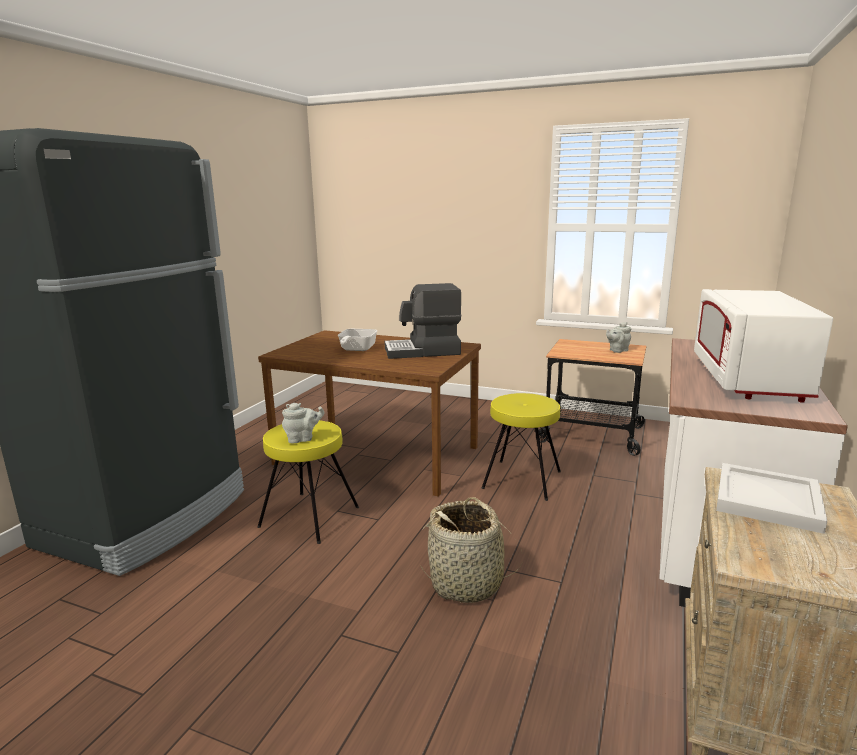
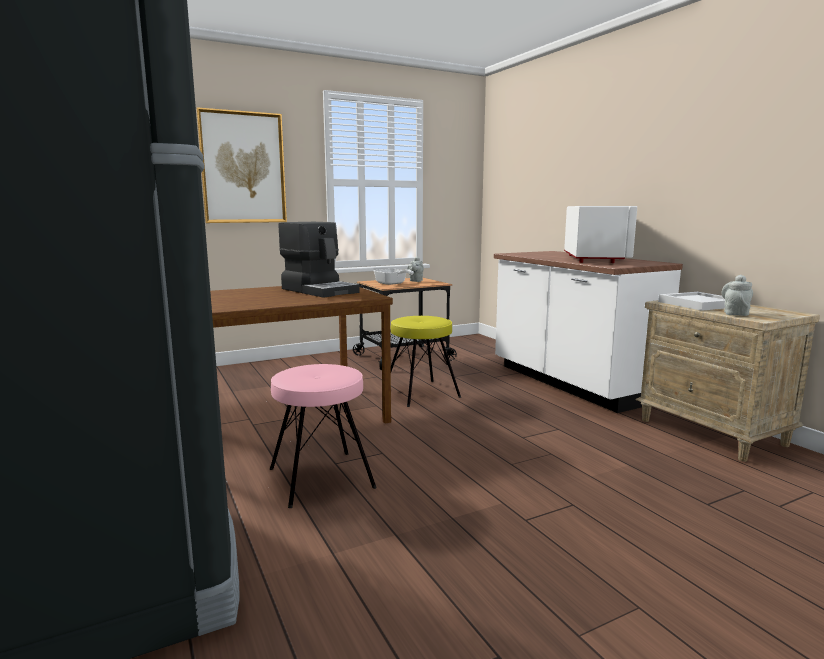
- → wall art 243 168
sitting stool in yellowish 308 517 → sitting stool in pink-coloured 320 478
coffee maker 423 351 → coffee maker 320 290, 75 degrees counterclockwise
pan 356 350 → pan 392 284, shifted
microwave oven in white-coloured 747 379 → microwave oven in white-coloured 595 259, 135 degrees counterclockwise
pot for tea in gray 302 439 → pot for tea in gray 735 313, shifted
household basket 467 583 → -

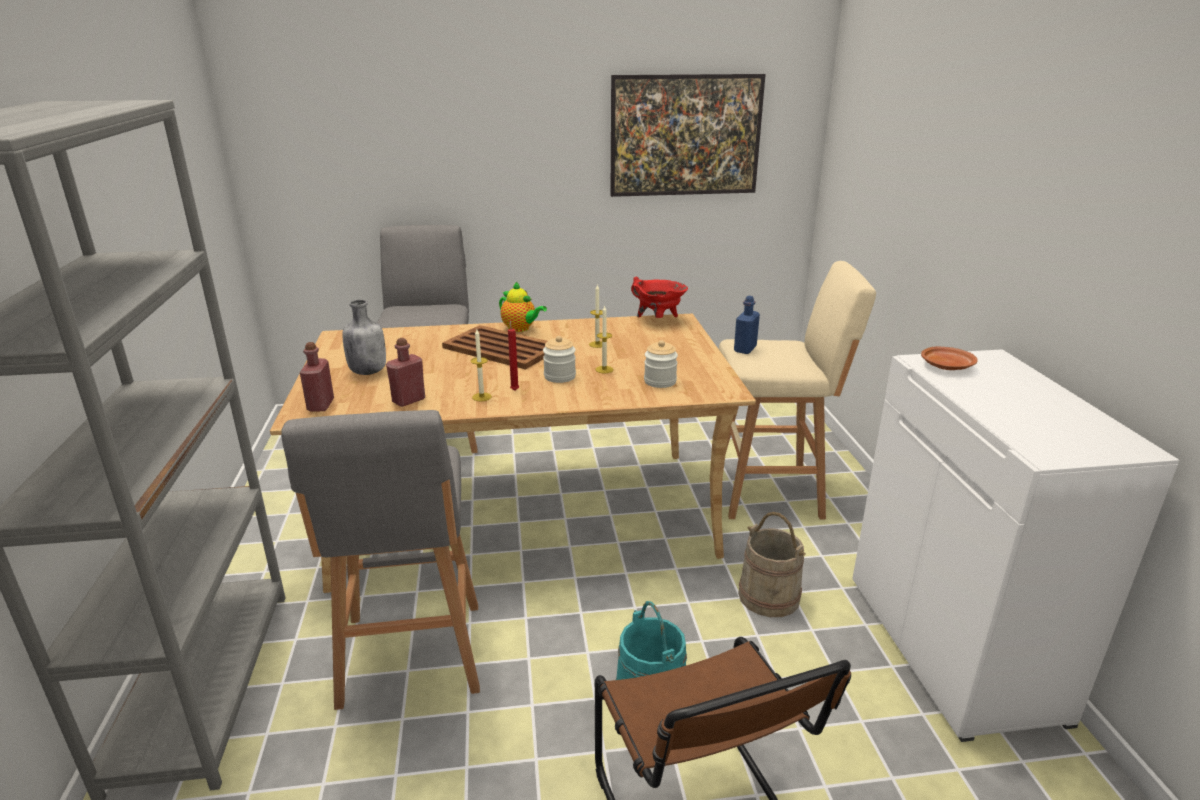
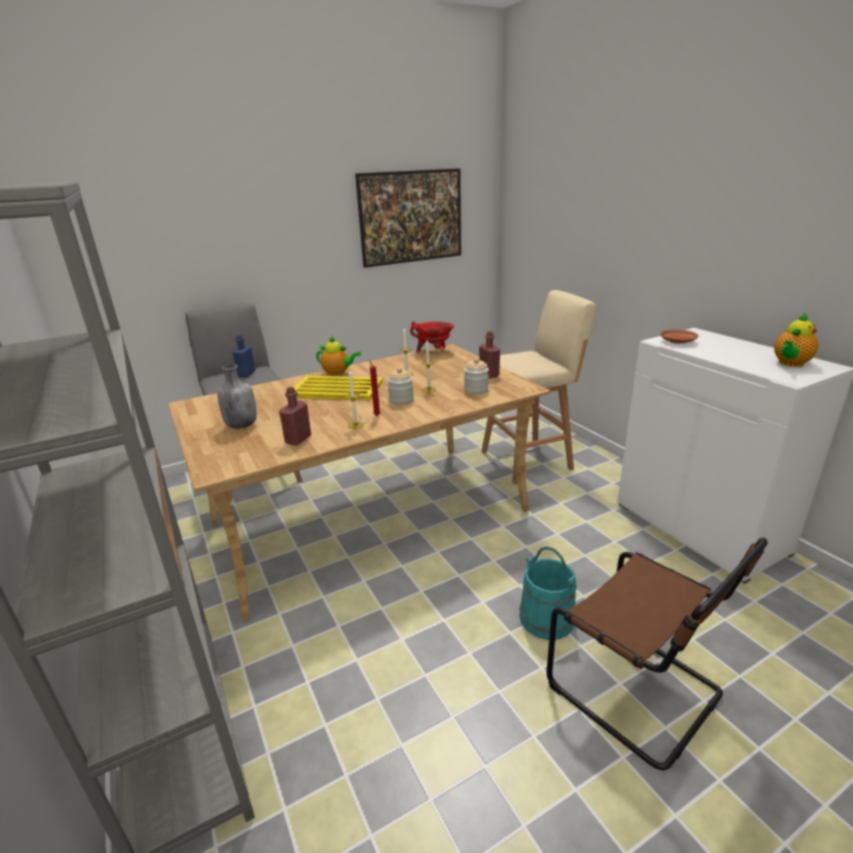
bottle in blue 745 349 → bottle in blue 246 374, shifted
tray in brown-coloured 500 348 → tray in yellowish 336 389
bottle in reddish 321 405 → bottle in reddish 489 374, shifted
- → pot for tea 790 364
sitting stool in gray 411 658 → -
water bucket in beige 769 596 → -

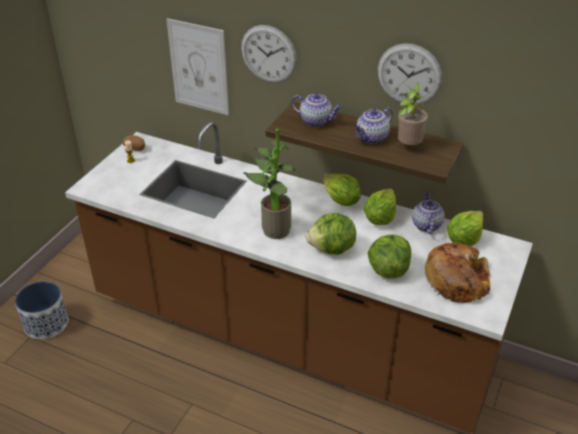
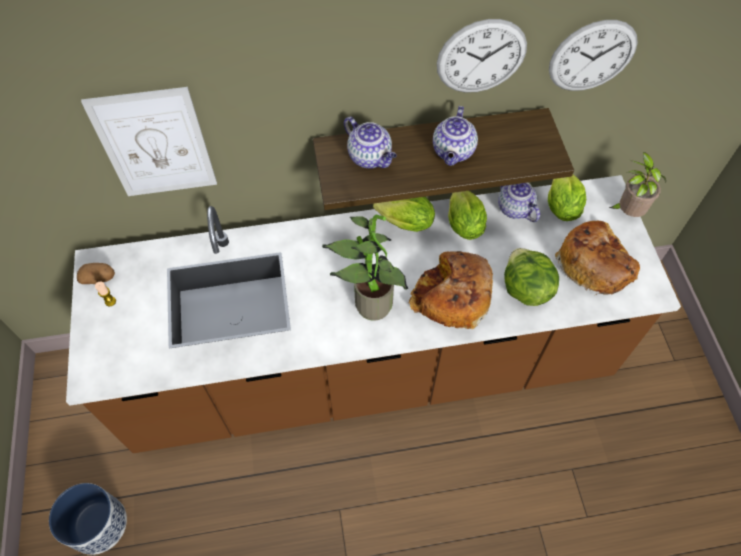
pot for tea 316 121 → pot for tea 370 157, 60 degrees clockwise
lettuce head 332 249 → bakery bread 451 296
hanging clock 268 54 → hanging clock 592 56, shifted
plant in a pot 407 146 → plant in a pot 627 212, shifted

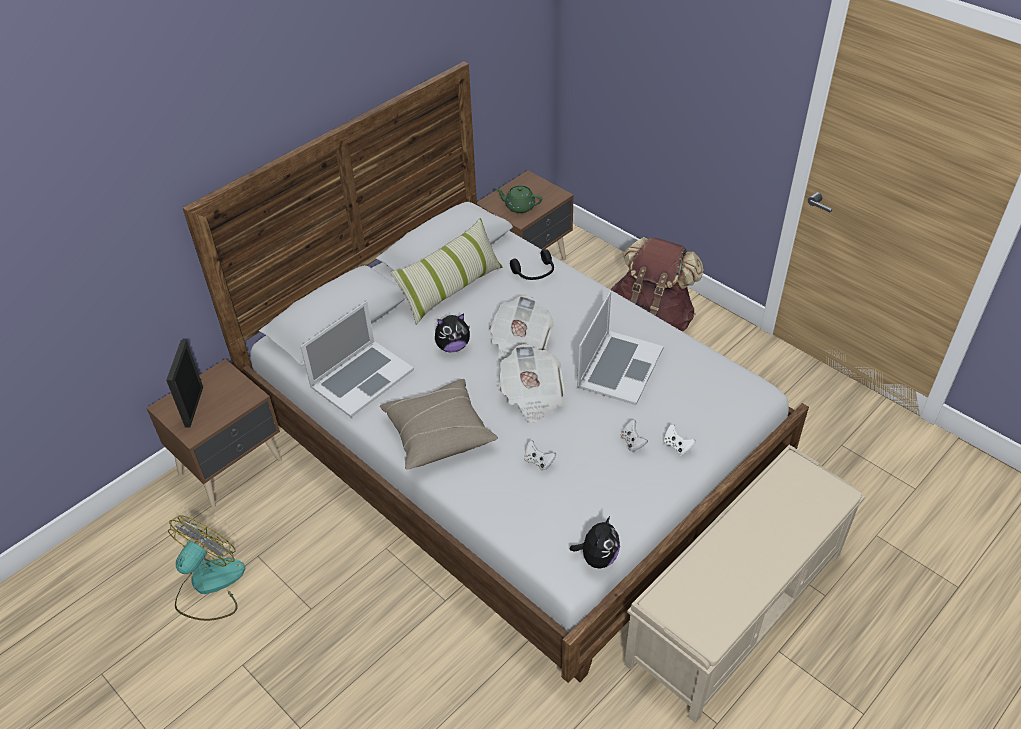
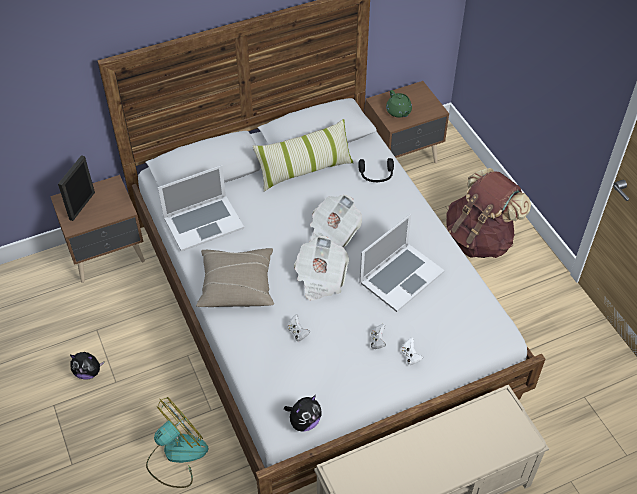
cuddly toy 453 346 → cuddly toy 88 372, shifted
fan 209 585 → fan 176 455, shifted
pot for tea in green 519 207 → pot for tea in green 399 112, 150 degrees counterclockwise

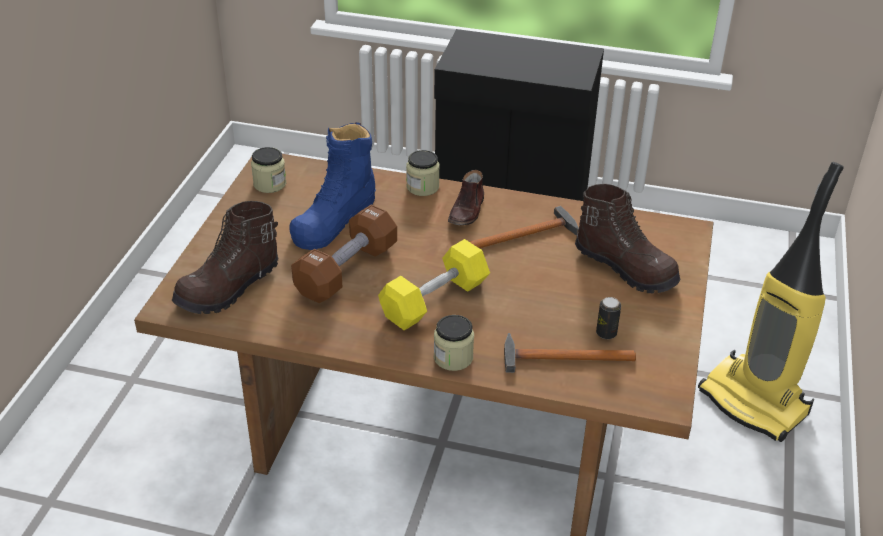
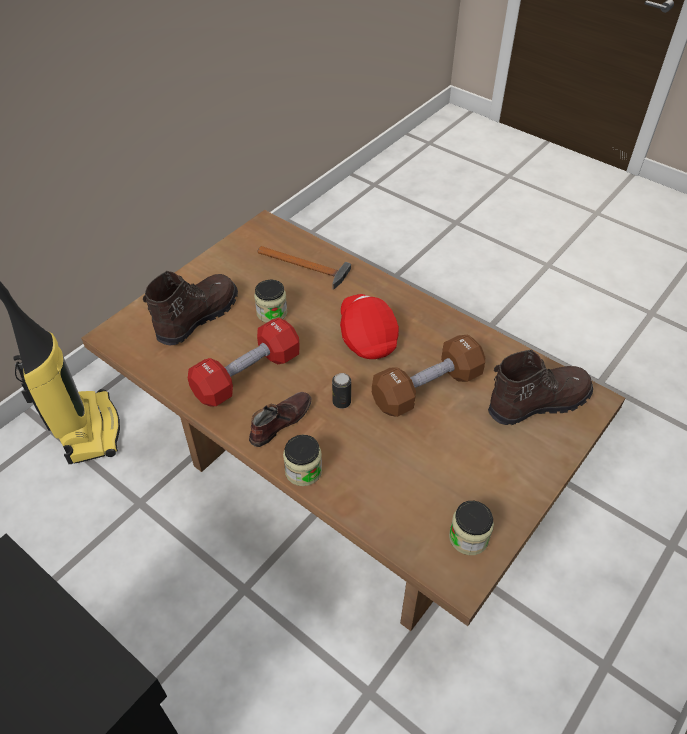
boot in brown-coloured 626 267 → boot in brown-coloured 197 317, 60 degrees clockwise
hand hammer 527 234 → dumbbell in reddish 247 375
storage jar 453 357 → storage jar 272 313, shifted
sealed can 606 333 → sealed can 341 402, shifted
dumbbell in yellowish 434 300 → peaked cap in reddish 367 336
boot in blue 335 219 → -

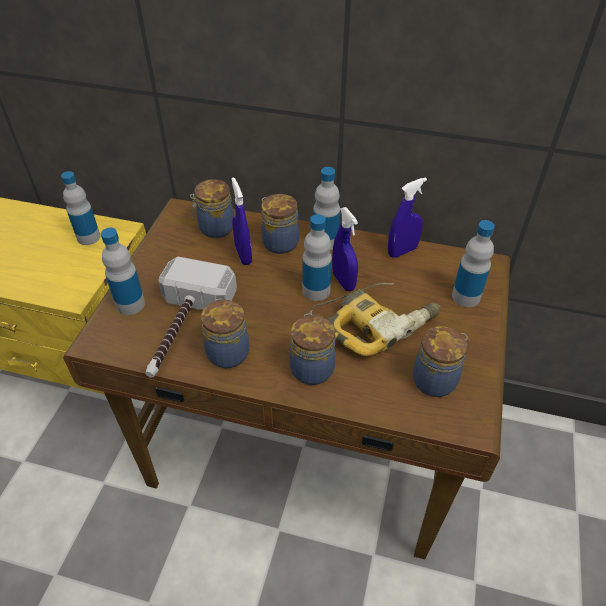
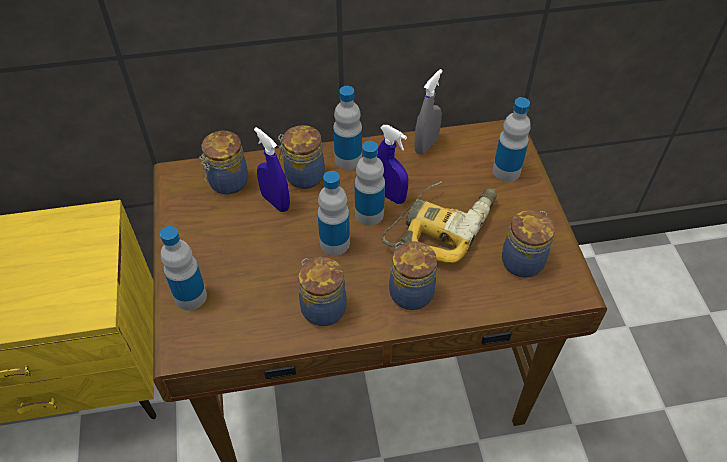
bottle 88 237 → bottle 334 243, shifted
spray bottle in blue 402 251 → spray bottle in gray 426 145
hand hammer 182 330 → -

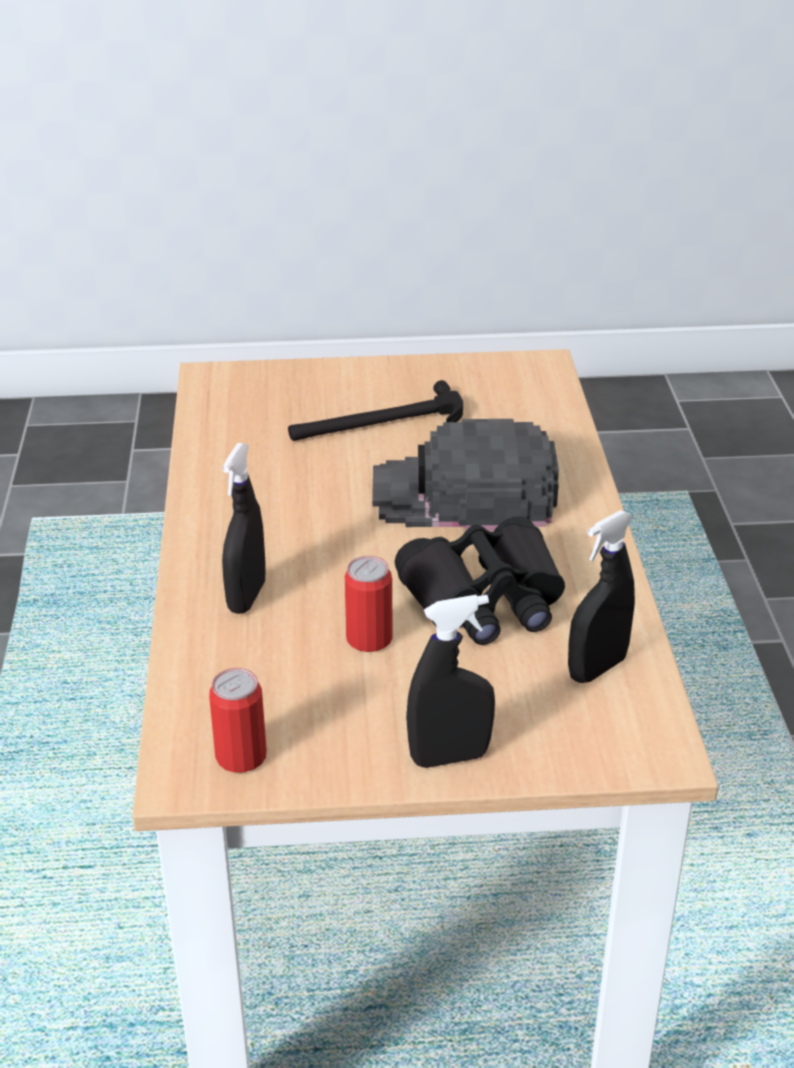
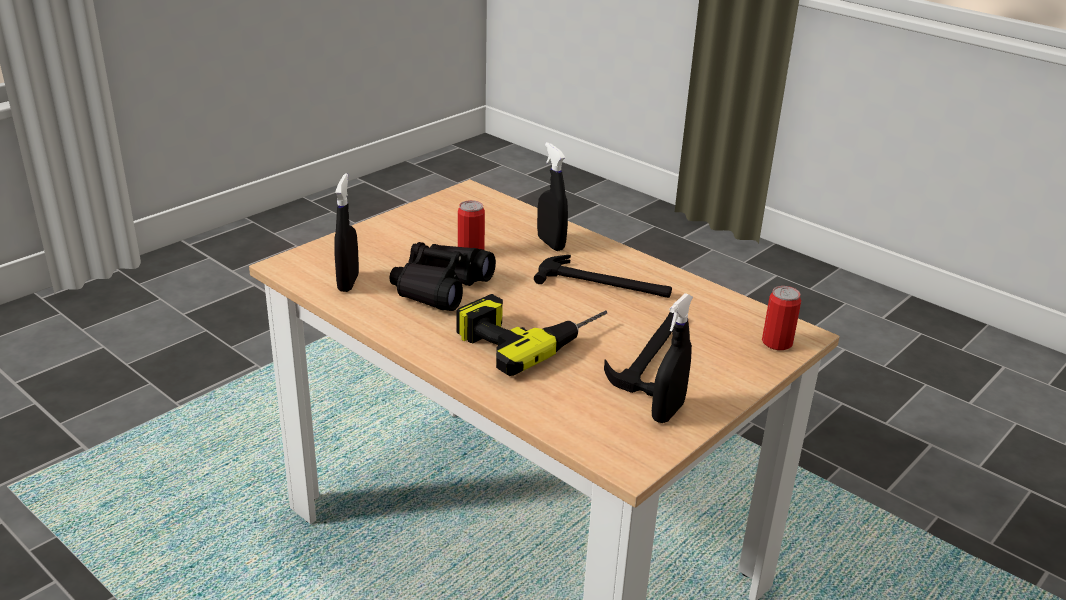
peaked cap in black-coloured 465 494 → power drill 529 334
- → hand hammer 604 283
spray bottle in black-coloured 449 757 → spray bottle in black-coloured 667 412, shifted
sealed can 241 756 → sealed can 777 343, shifted

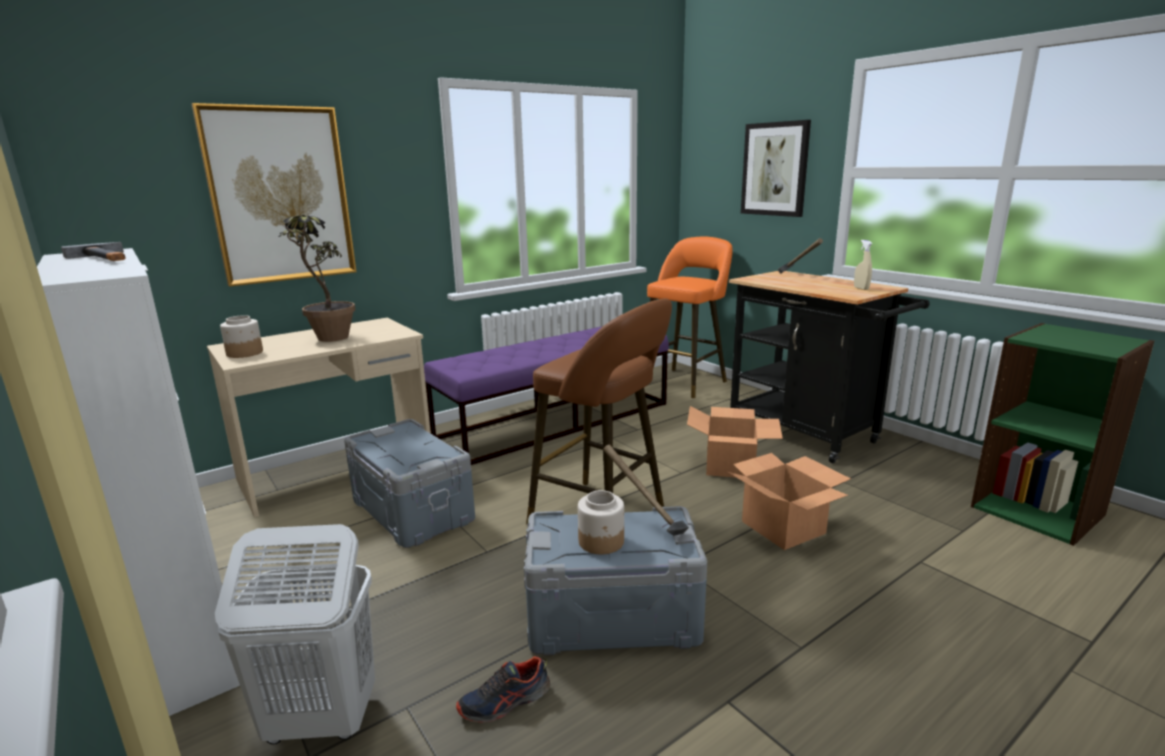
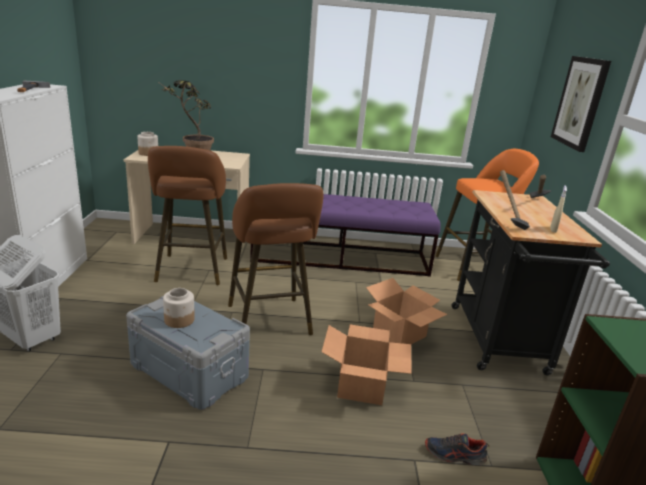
storage container in gray 411 511 → sitting stool in brown-coloured 191 272
item of footwear 505 702 → item of footwear 454 455, shifted
hand hammer 644 523 → hand hammer 506 220, shifted
wall art 280 195 → -

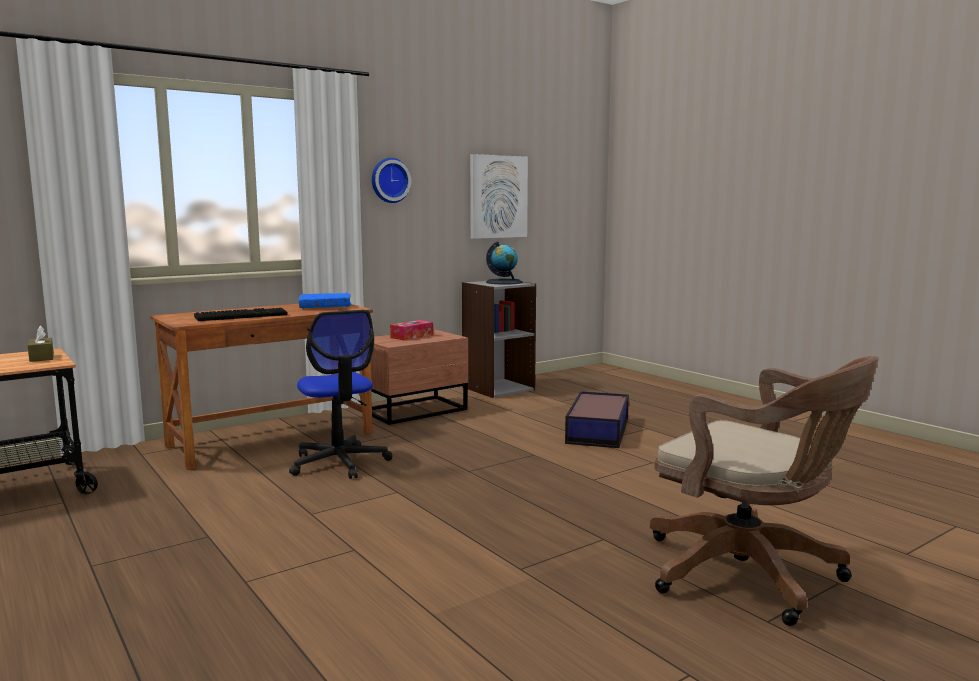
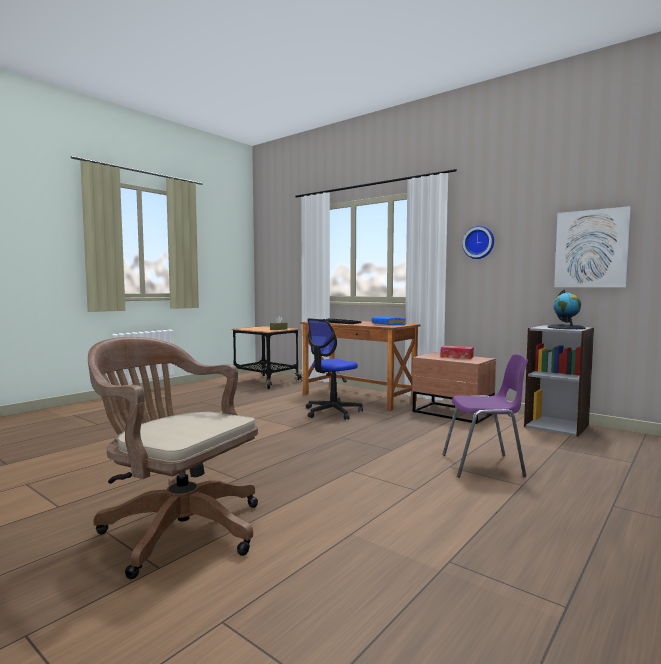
computer chair in brown-coloured 751 575 → computer chair in brown-coloured 177 528, 90 degrees clockwise
storage container 598 430 → chair in purplish 484 466

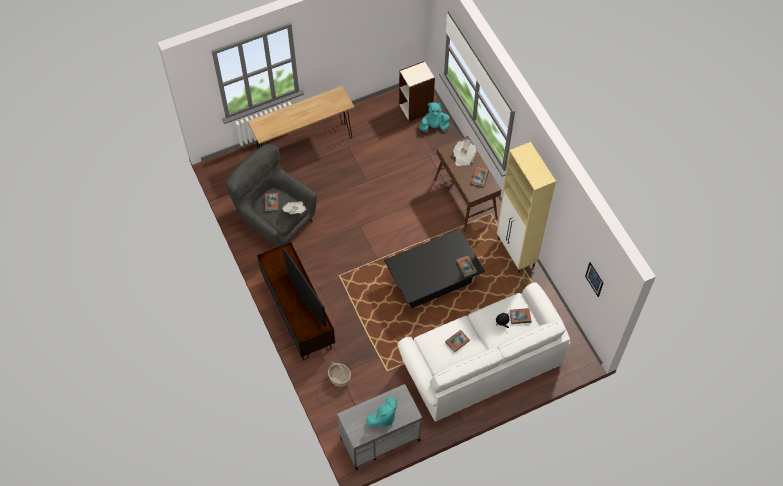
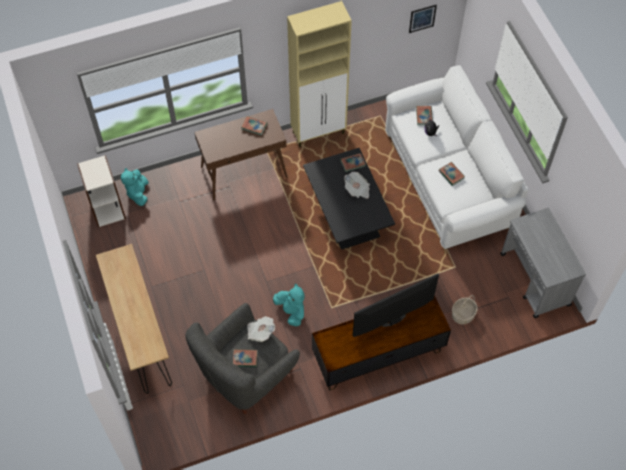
cuddly toy in blue-green 383 418 → cuddly toy in blue-green 291 311, shifted
printed paper 463 157 → printed paper 357 190, shifted

